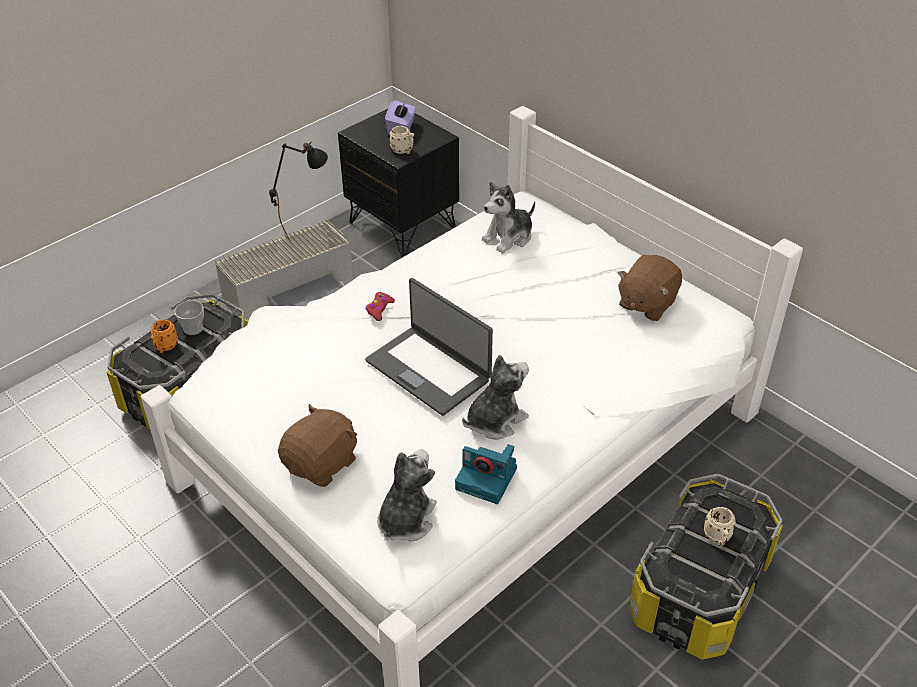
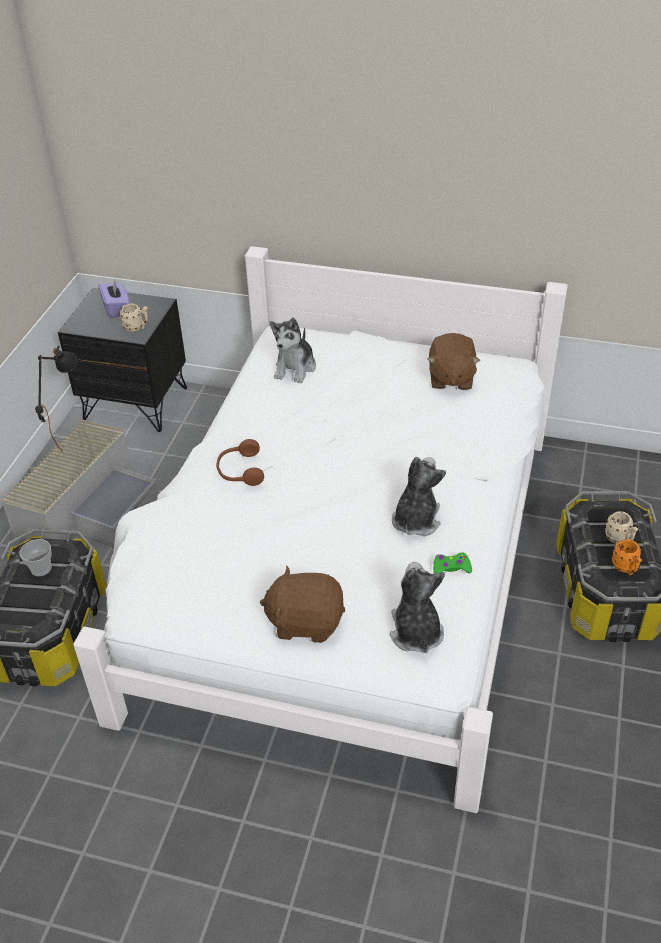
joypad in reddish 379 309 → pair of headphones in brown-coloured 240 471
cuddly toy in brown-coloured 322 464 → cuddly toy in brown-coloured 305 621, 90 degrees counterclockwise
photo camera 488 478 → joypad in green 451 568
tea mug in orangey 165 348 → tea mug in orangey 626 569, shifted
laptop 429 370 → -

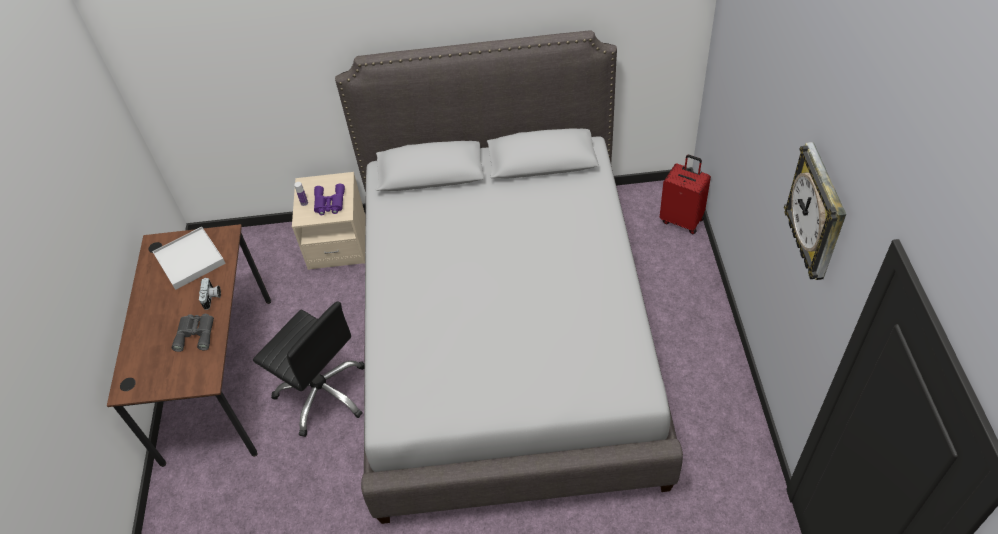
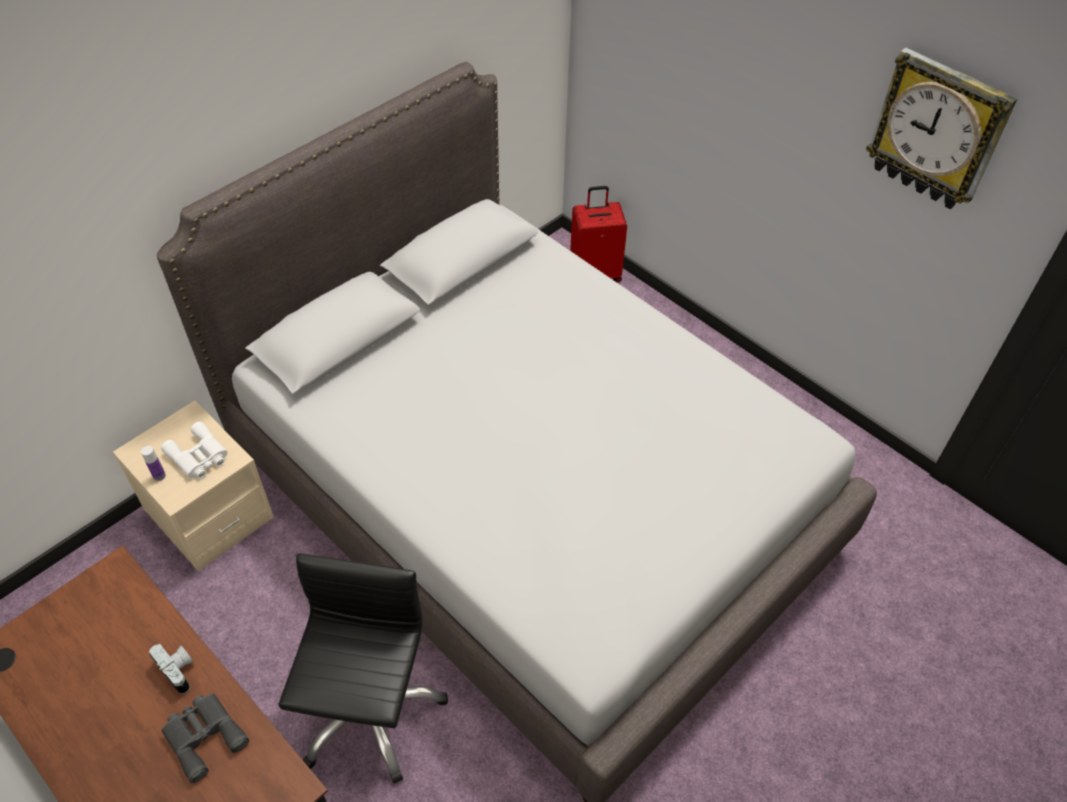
pair of binoculars in purplish 329 203 → pair of binoculars in white-coloured 198 457
computer chair in black-coloured 323 393 → computer chair in black-coloured 368 710, 75 degrees counterclockwise
tray in white-coloured 190 260 → -

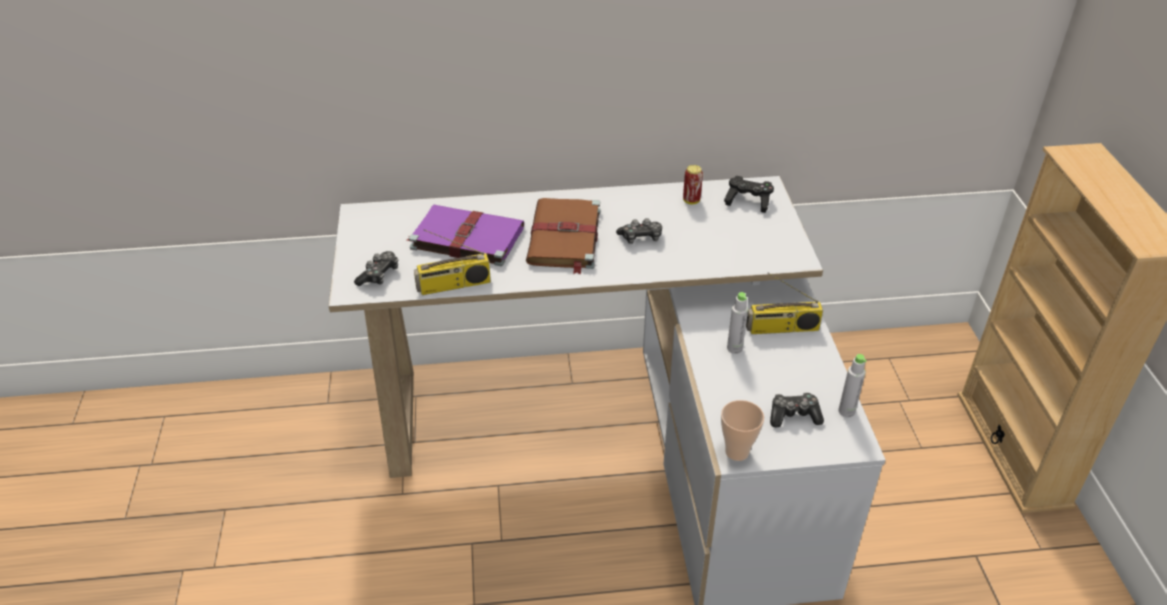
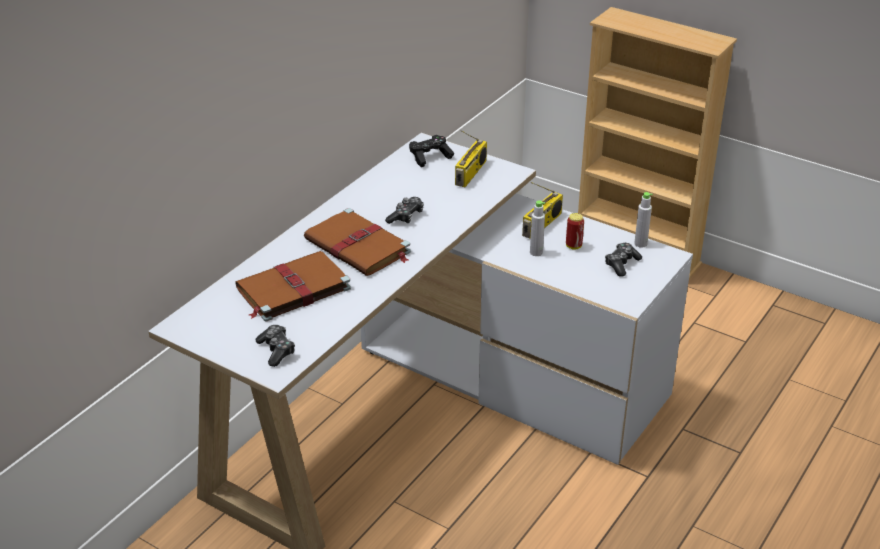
volume in purplish 465 238 → volume in brown-coloured 291 289
radio set 453 285 → radio set 471 173, shifted
sealed can 691 201 → sealed can 573 246, shifted
small cup 737 452 → -

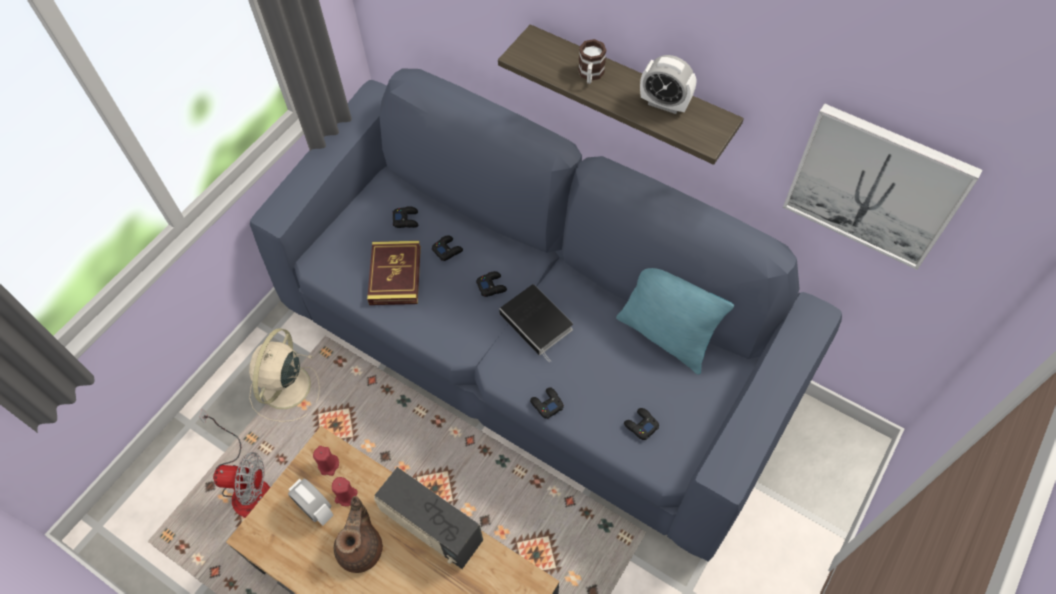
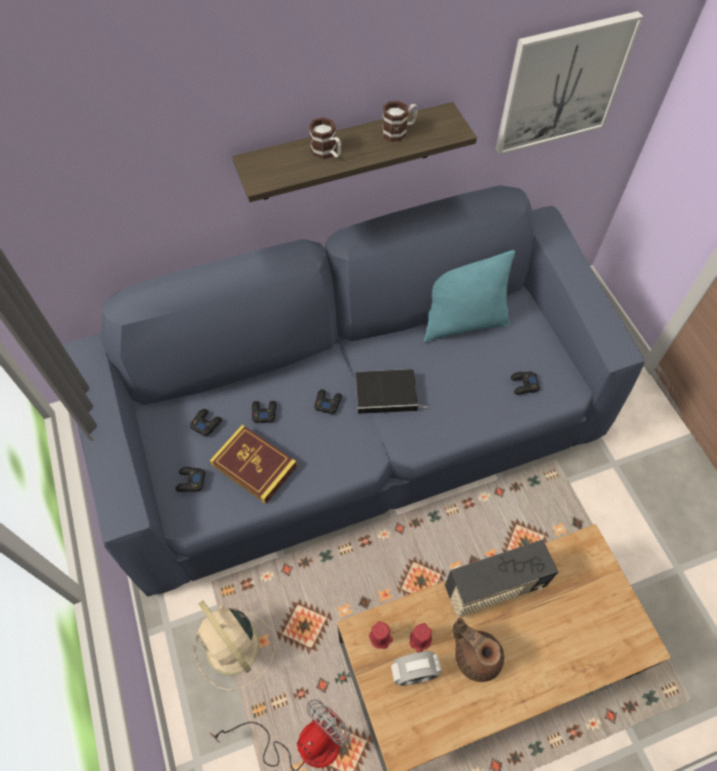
joypad in black-coloured 546 404 → joypad in black-coloured 190 481, shifted
alarm clock 664 104 → tea mug 399 131

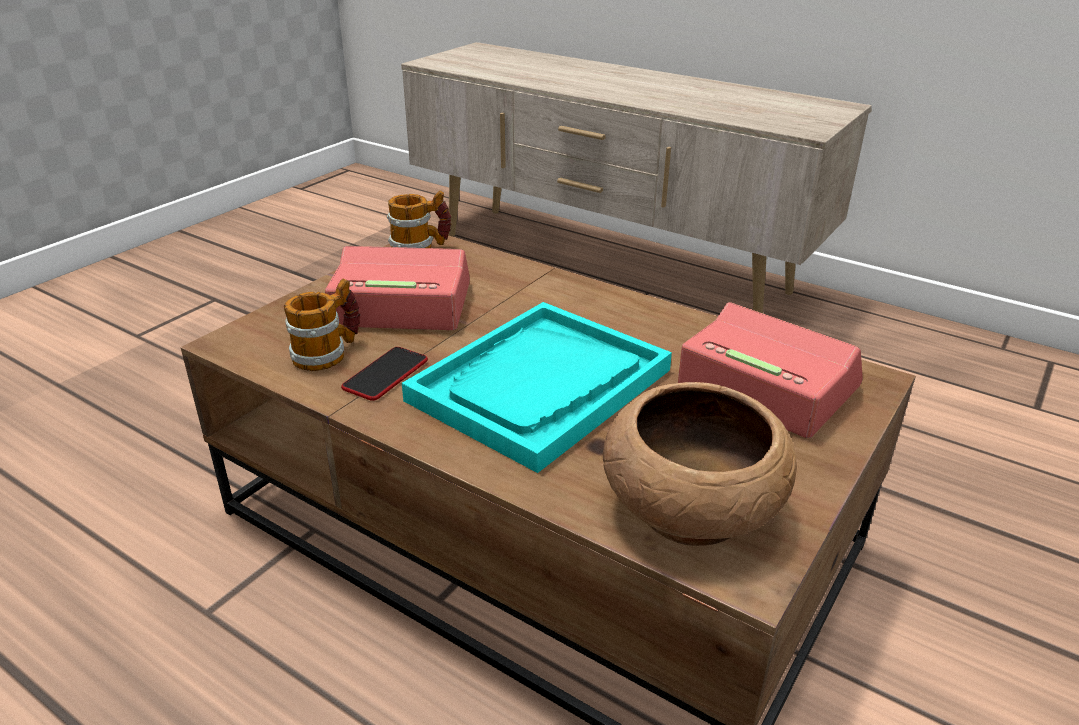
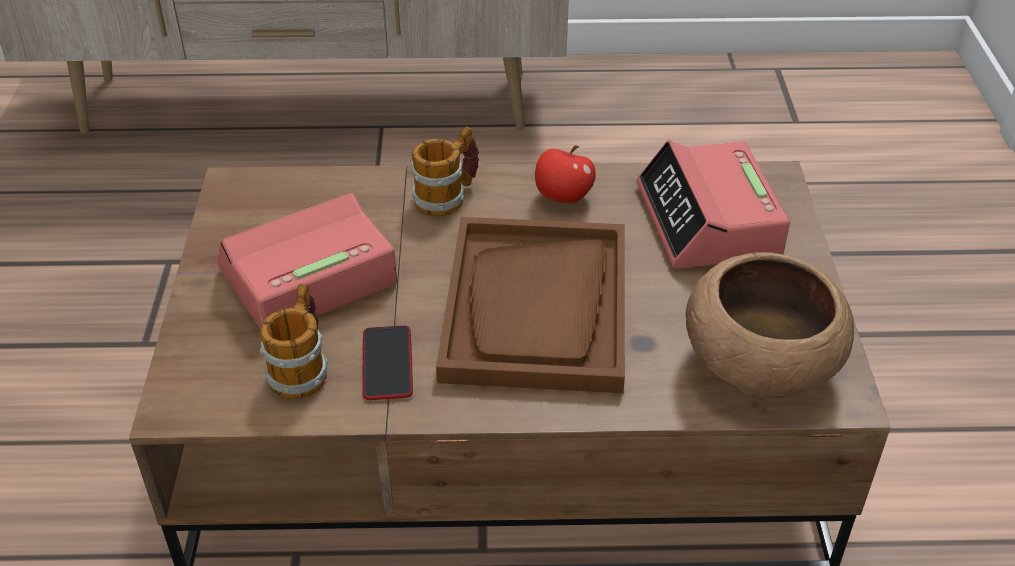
tea mug 420 247 → tea mug 447 196, shifted
tray in blue-green 540 386 → tray in brown-coloured 536 307
- → apple fruit 563 197
alarm clock 766 386 → alarm clock 708 221, 105 degrees counterclockwise

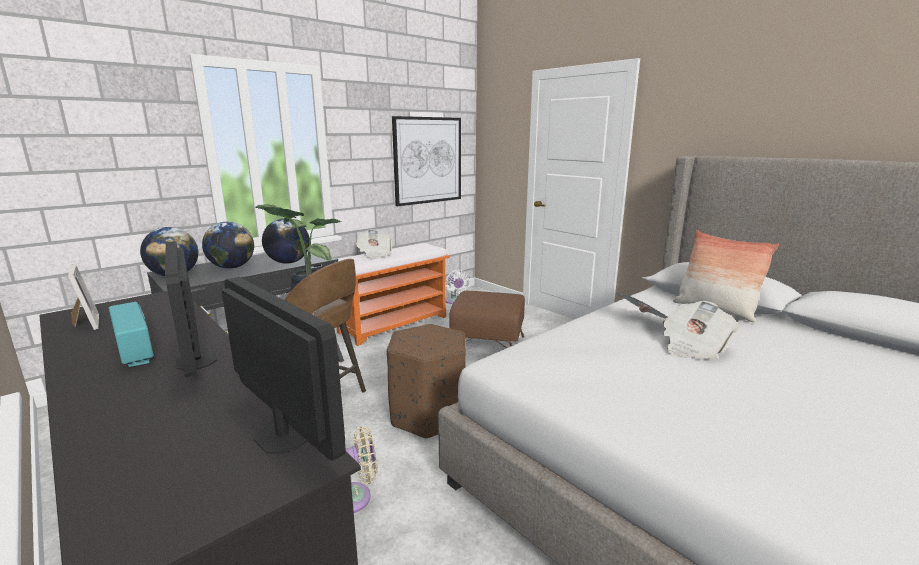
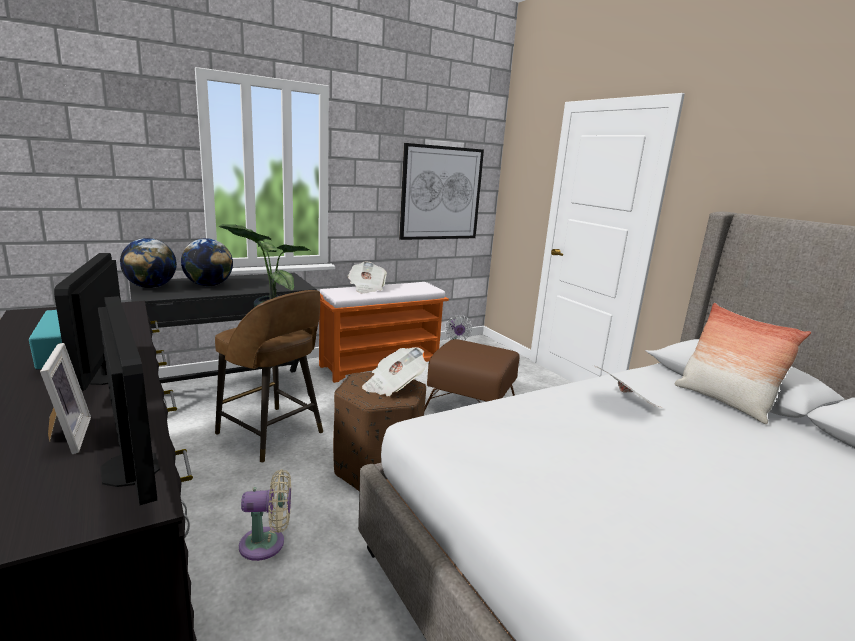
photo frame 85 324 → photo frame 65 437, shifted
printed paper 693 347 → printed paper 393 386, shifted
desk globe 288 262 → -

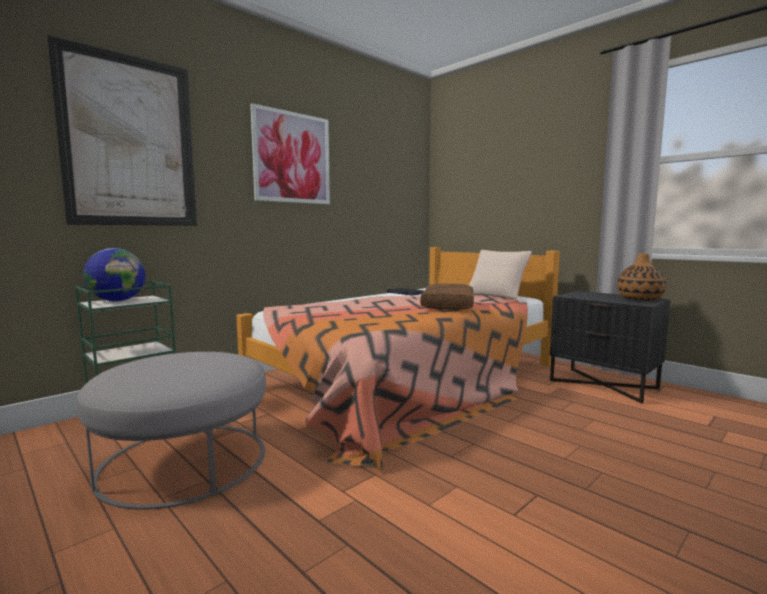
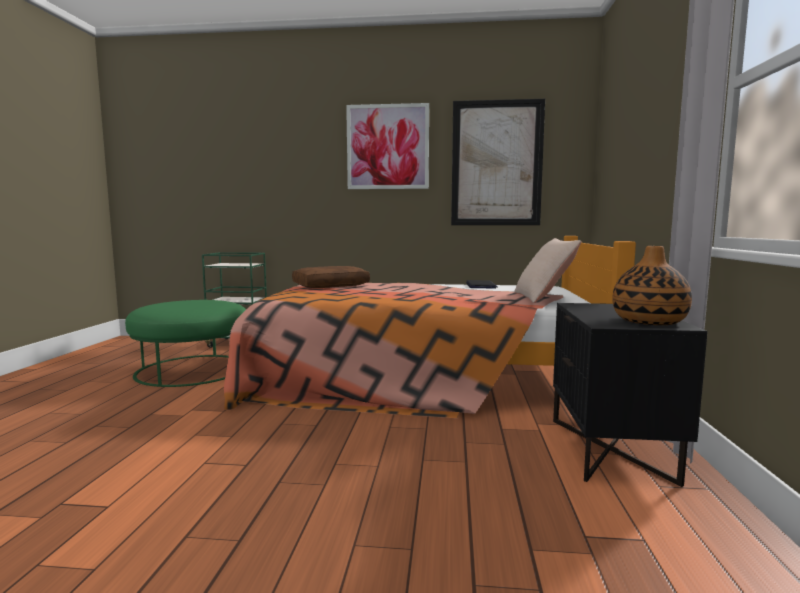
ottoman in gray 184 461 → ottoman in green 192 369
pillow in brown-coloured 447 305 → pillow in brown-coloured 331 286, shifted
wall art 130 142 → wall art 496 163, shifted
desk globe 118 301 → -

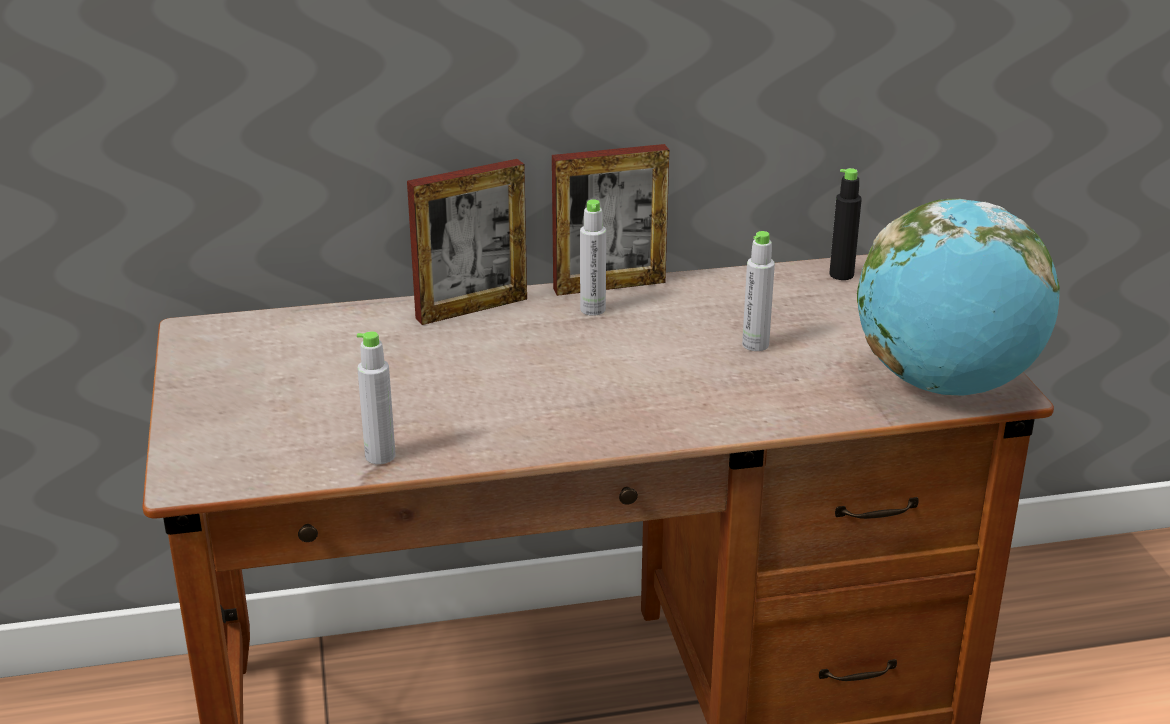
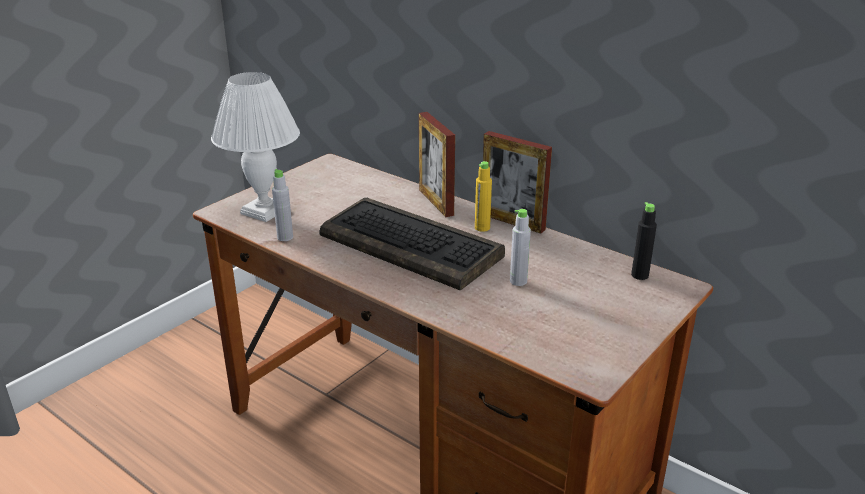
- → lamp for a table in white-coloured 264 212
- → PC keyboard 412 246
photo frame 472 308 → photo frame 436 202, 45 degrees clockwise
bottle in gray 592 309 → bottle in yellowish 482 228
desk globe 945 384 → -

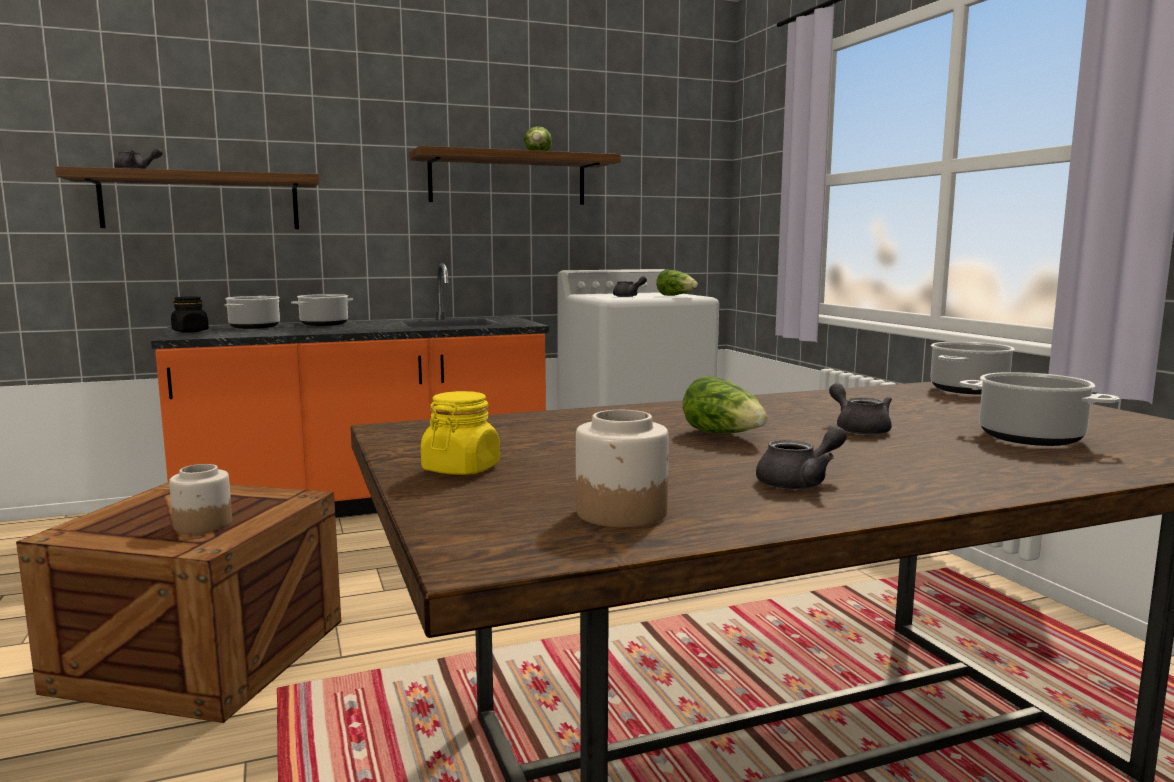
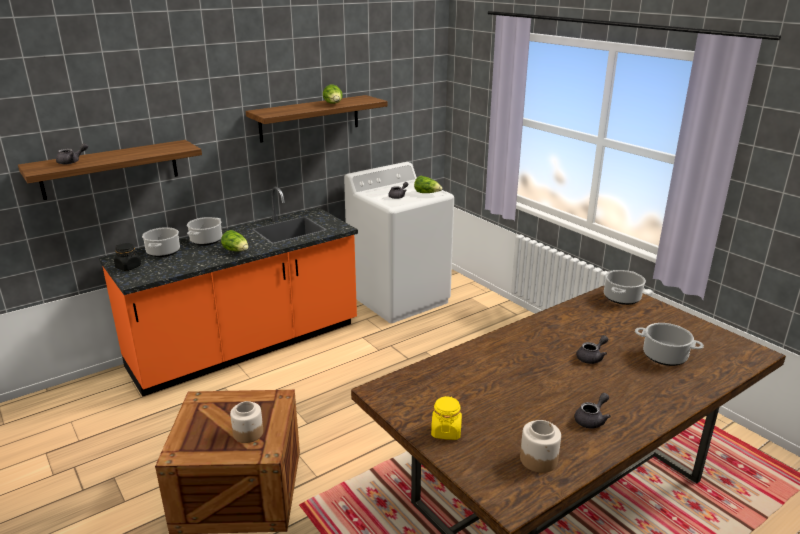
lettuce head 724 435 → lettuce head 236 251, shifted
pot for tea in gray 859 429 → pot for tea in gray 592 357, 90 degrees clockwise

